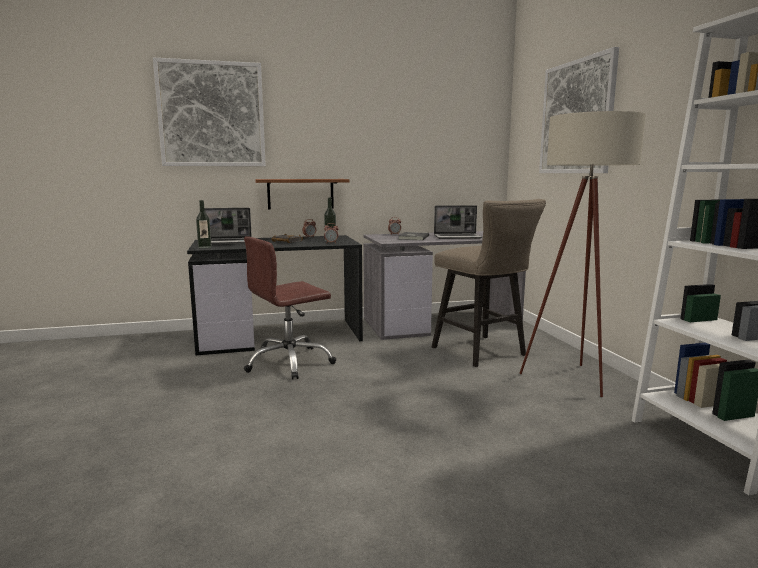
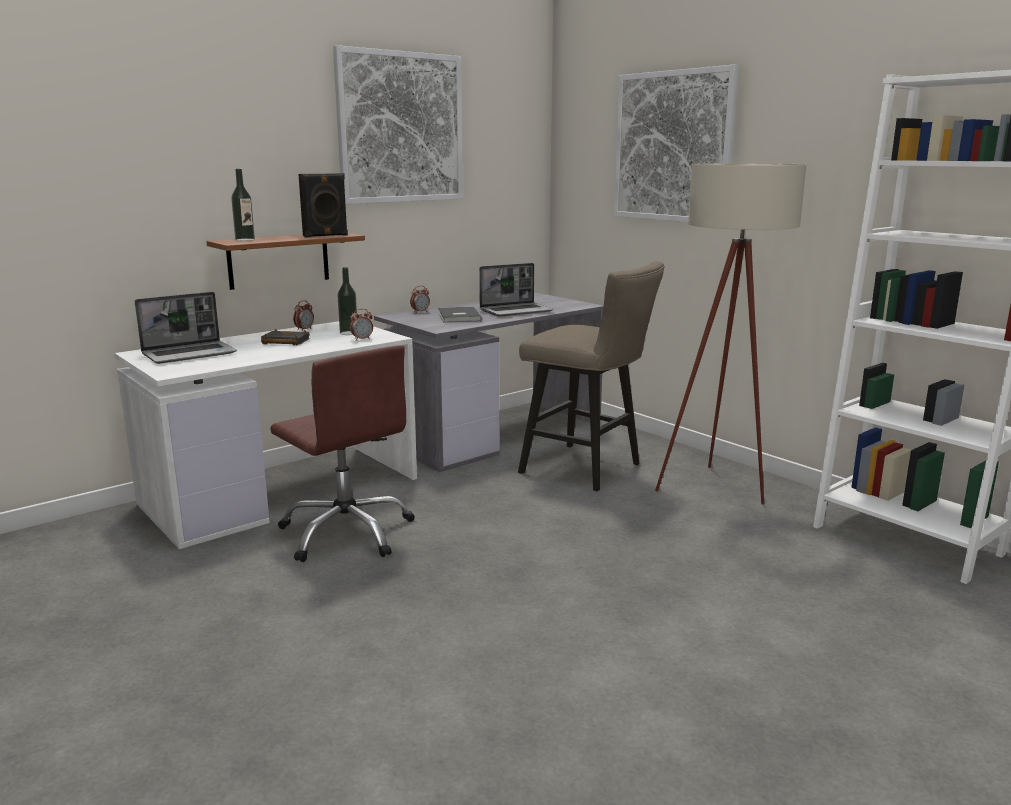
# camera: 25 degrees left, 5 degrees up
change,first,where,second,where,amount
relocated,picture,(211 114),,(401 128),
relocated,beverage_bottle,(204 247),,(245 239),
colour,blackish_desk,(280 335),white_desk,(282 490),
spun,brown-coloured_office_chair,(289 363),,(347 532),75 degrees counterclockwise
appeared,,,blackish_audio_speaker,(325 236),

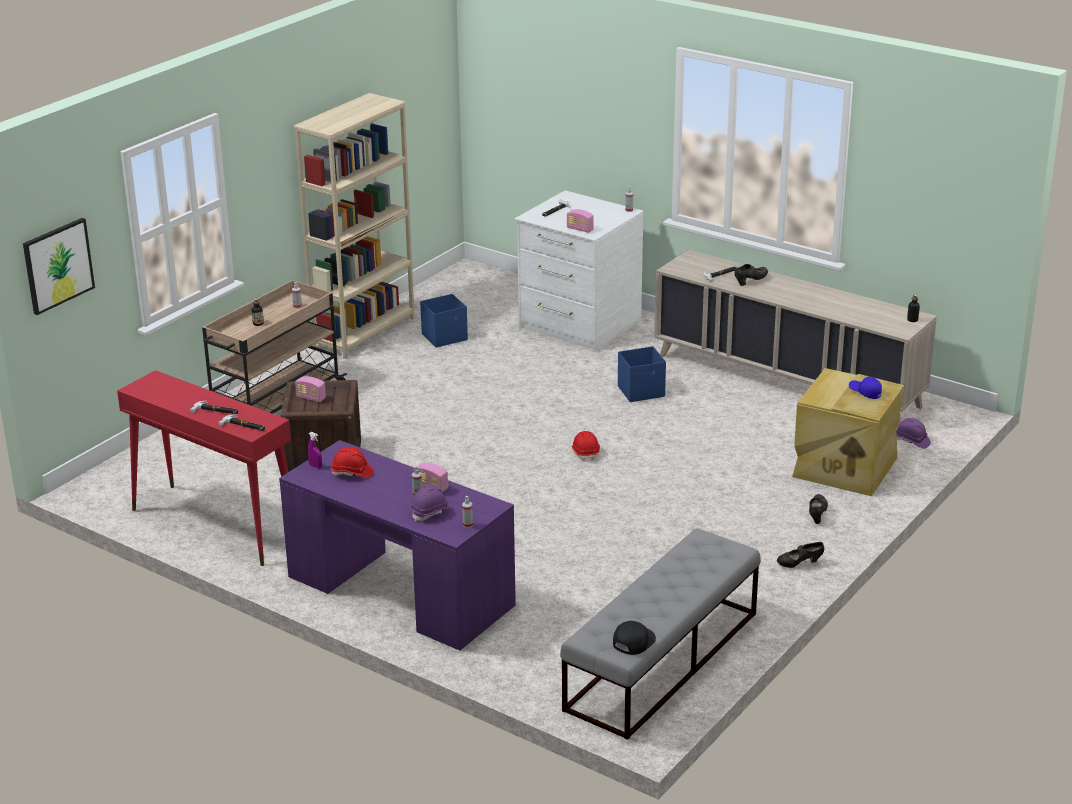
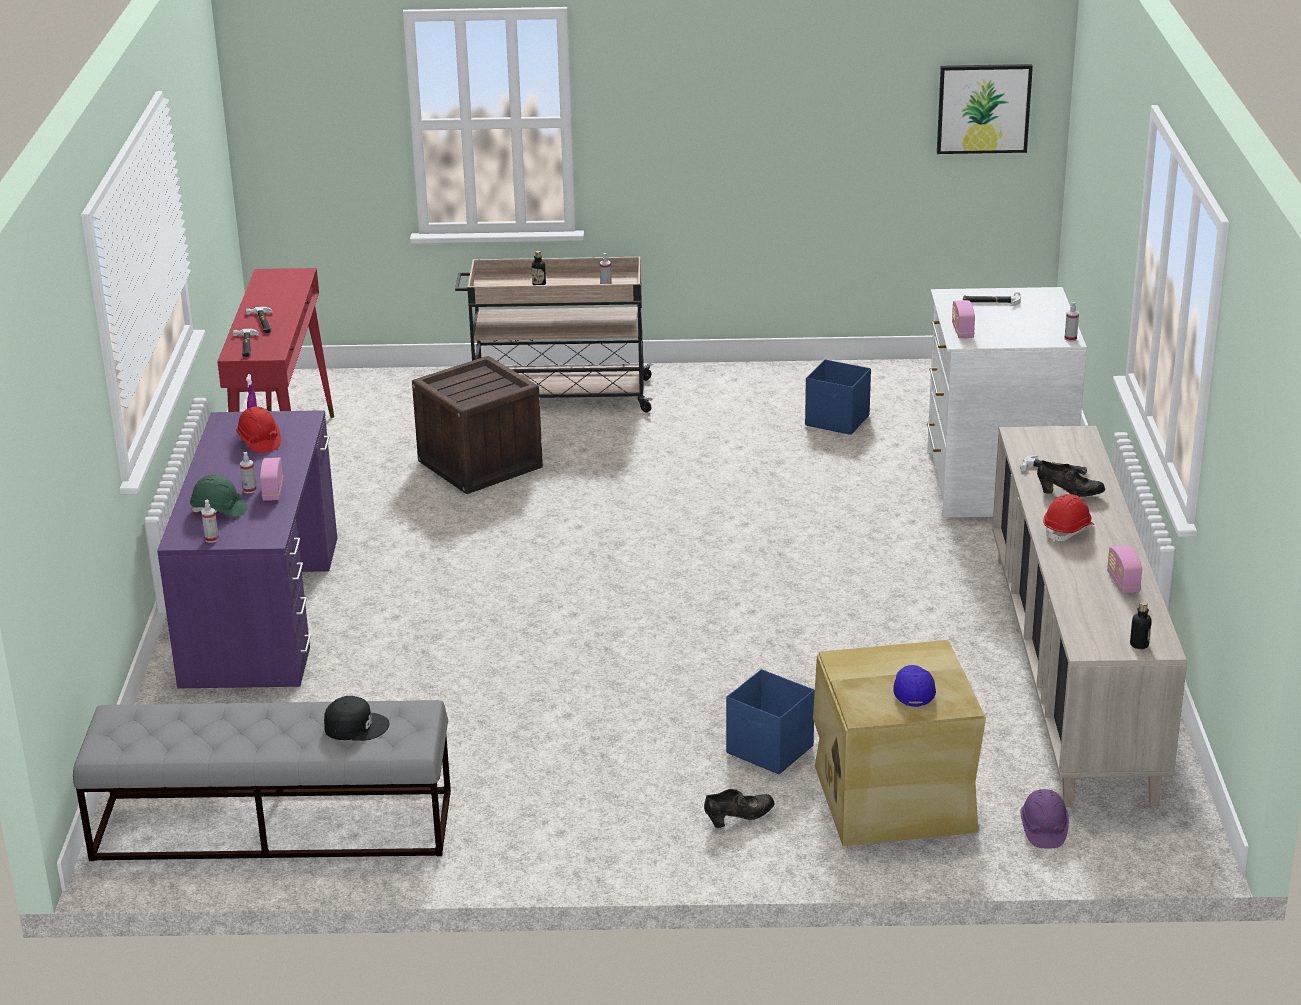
# camera: 55 degrees right, 0 degrees up
change,first,where,second,where,amount
missing,beige_bookshelf,(364 332),,,
relocated,picture,(58 265),,(983 108),
relocated,blue-coloured_storage_container,(642 391),,(770 750),
relocated,radio_set,(311 398),,(1123 583),
relocated,red_work_helmet,(585 453),,(1068 530),
colour,purple_work_helmet,(431 512),green_work_helmet,(219 510),
missing,blackish_shoe,(799 564),,,
relocated,blackish_peaked_cap,(633 641),,(356 726),

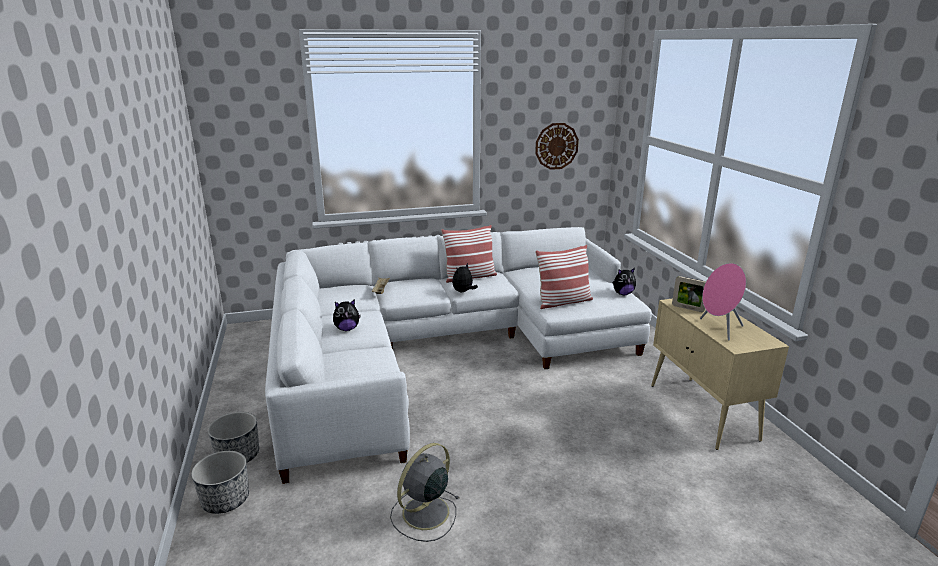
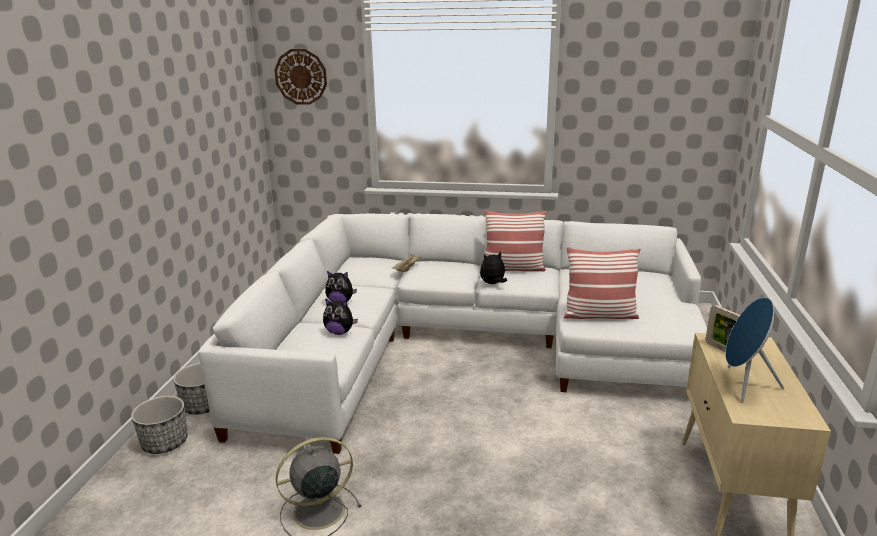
# camera: 25 degrees right, 0 degrees up
change,first,where,second,where,amount
relocated,wall_clock,(556 146),,(301 77),
colour,pinkish_audio_speaker,(719 329),blue-coloured_audio_speaker,(743 385),
relocated,soft_toy,(622 294),,(340 332),

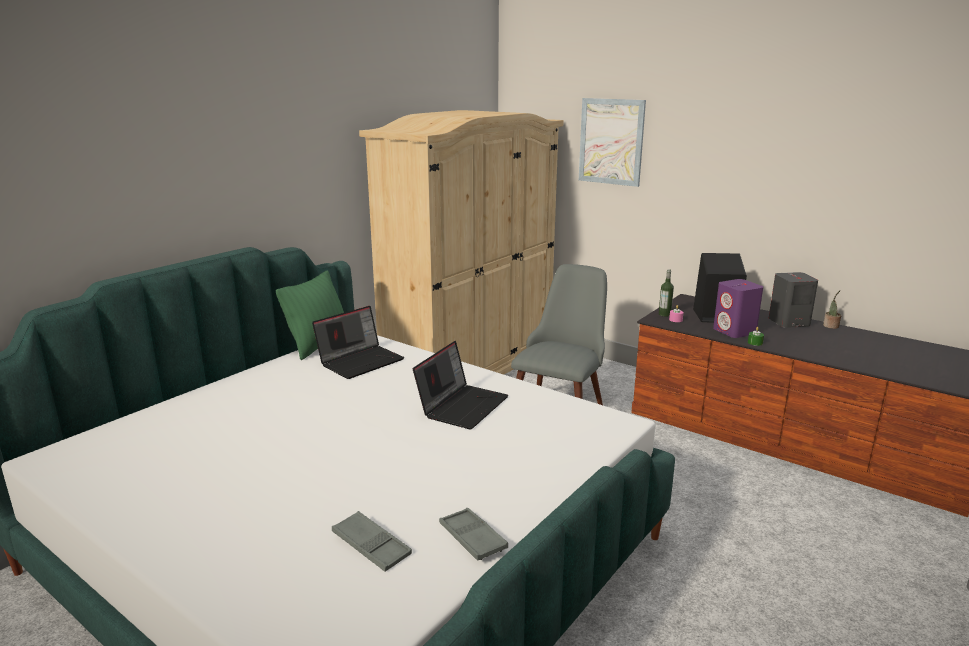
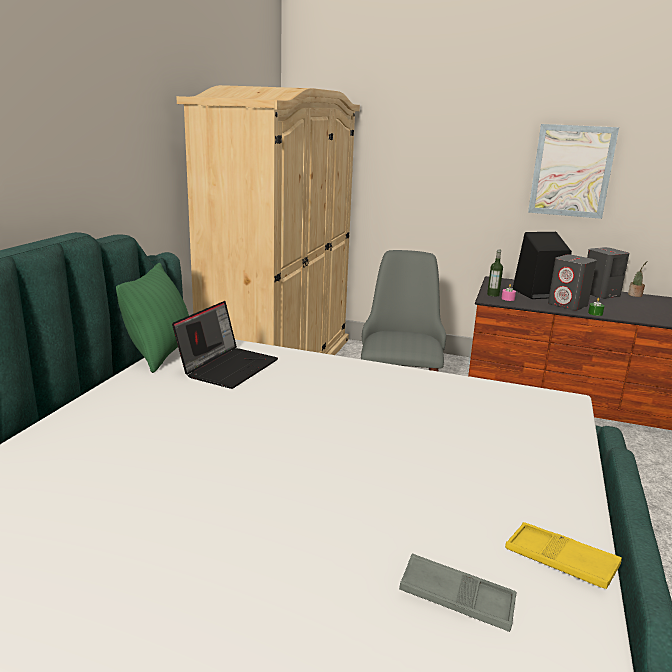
# camera: 20 degrees left, 0 degrees up
change,first,where,second,where,amount
relocated,picture,(611 141),,(571 171),
colour,purple_audio_speaker,(734 331),grey_audio_speaker,(568 305),
missing,laptop,(462 405),,,
colour,grey_serving_tray,(472 538),yellowish_serving_tray,(560 560),

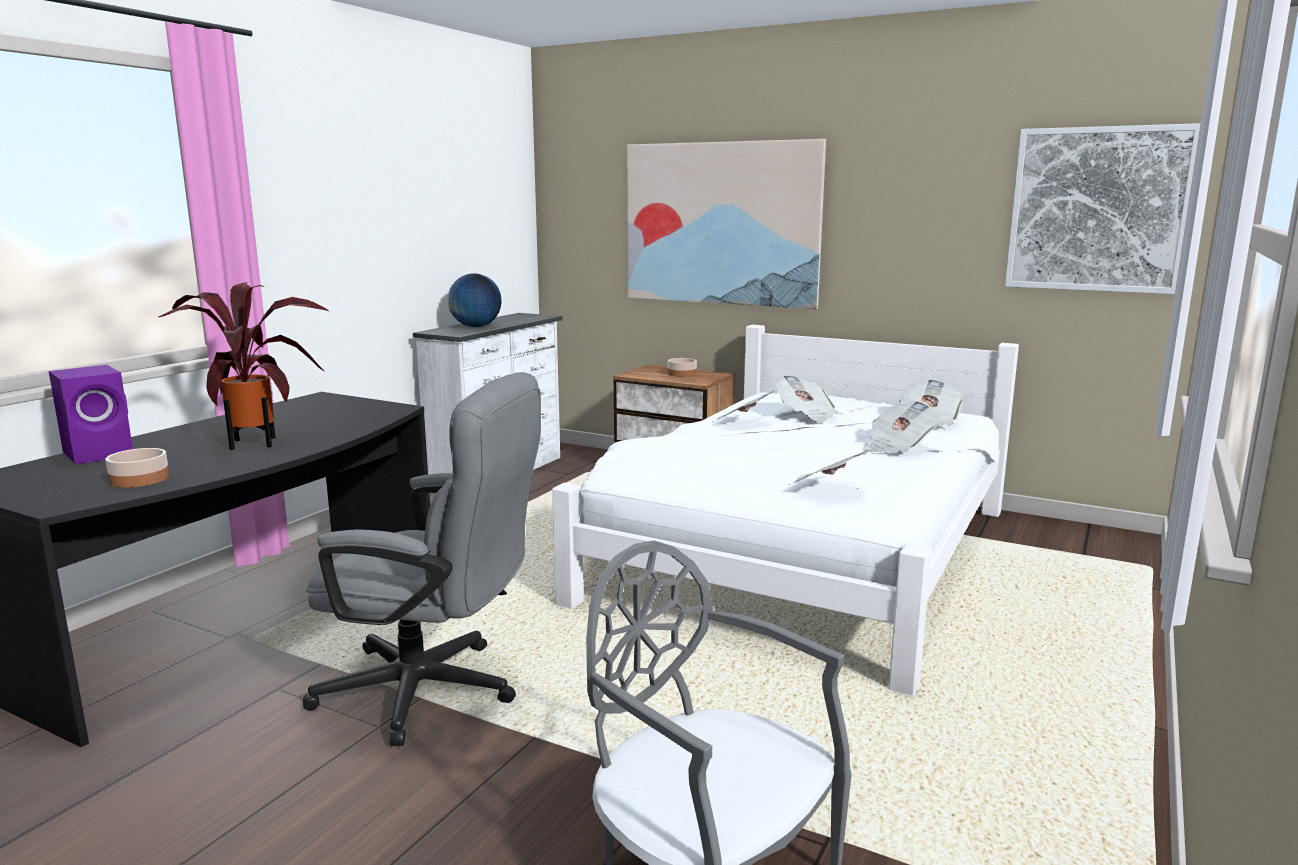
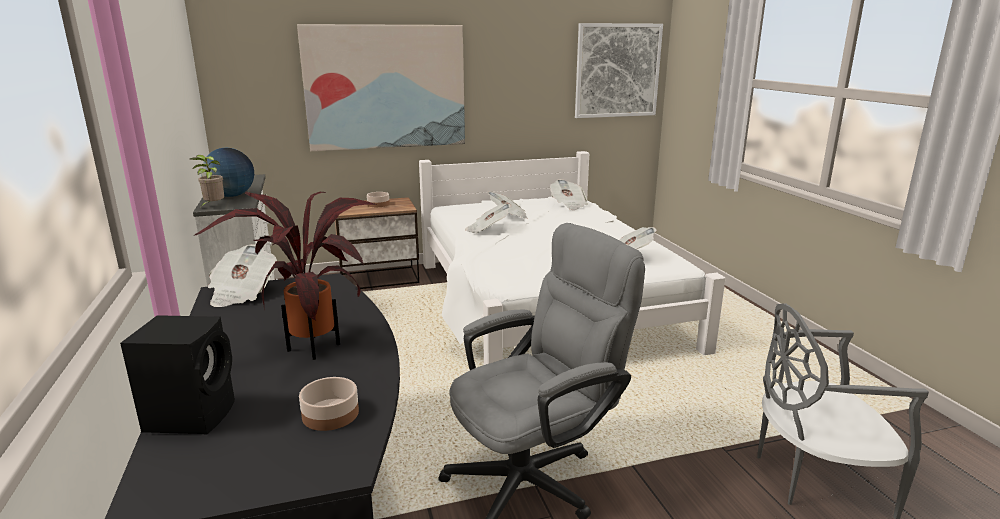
# camera: 45 degrees left, 5 degrees up
change,first,where,second,where,amount
colour,purple_audio_speaker,(101 453),blackish_audio_speaker,(193 414),
relocated,printed_paper,(898 446),,(242 293),
appeared,,,houseplant,(213 206),

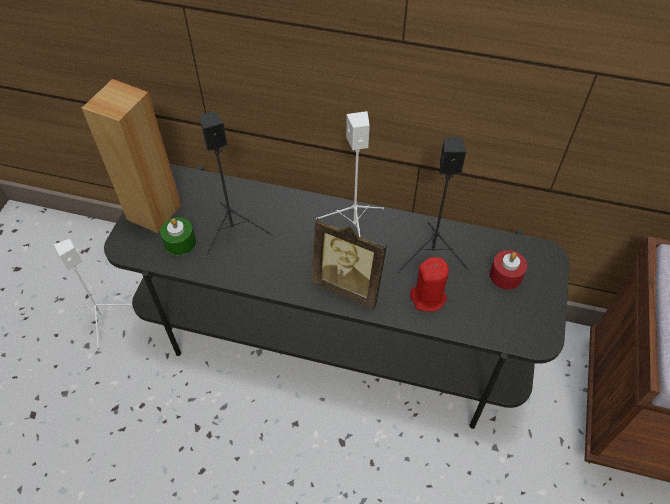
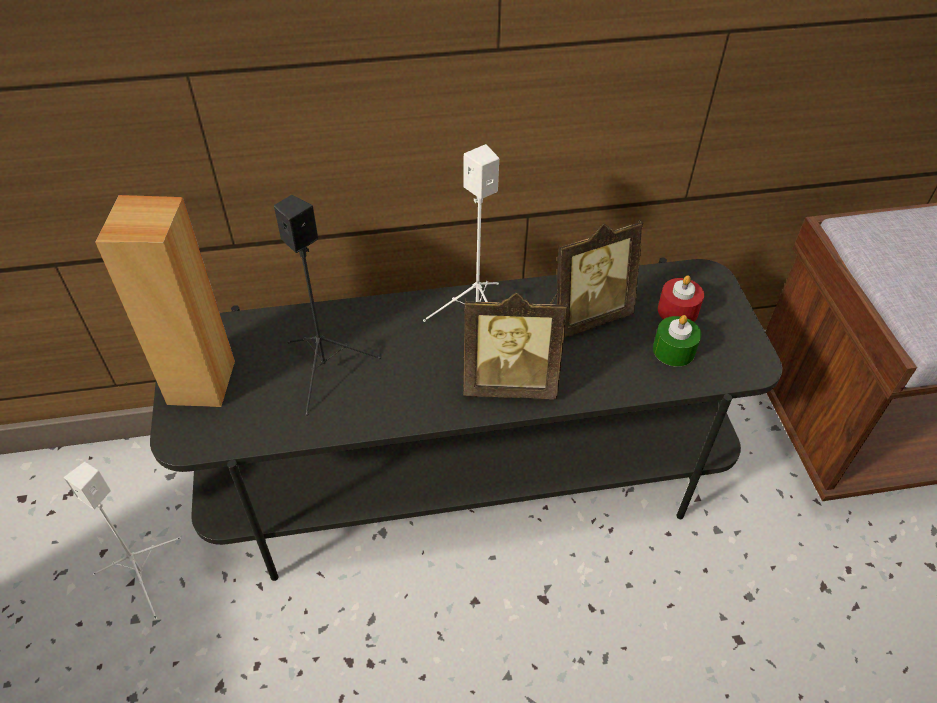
# camera: 25 degrees left, 5 degrees down
change,first,where,second,where,amount
exchanged,blackish_audio_speaker,(433 255),standing_frame,(585 316),
relocated,green_wax_light,(180 242),,(673 350),
missing,red_wax_light,(428 297),,,

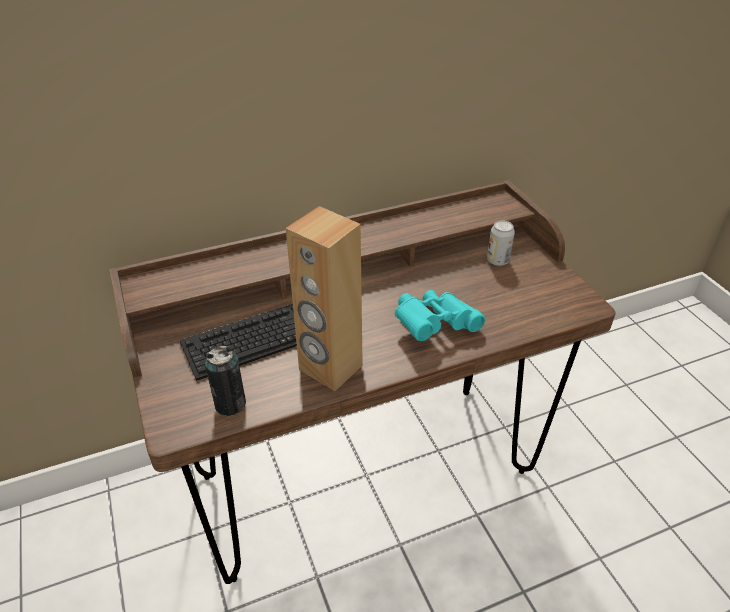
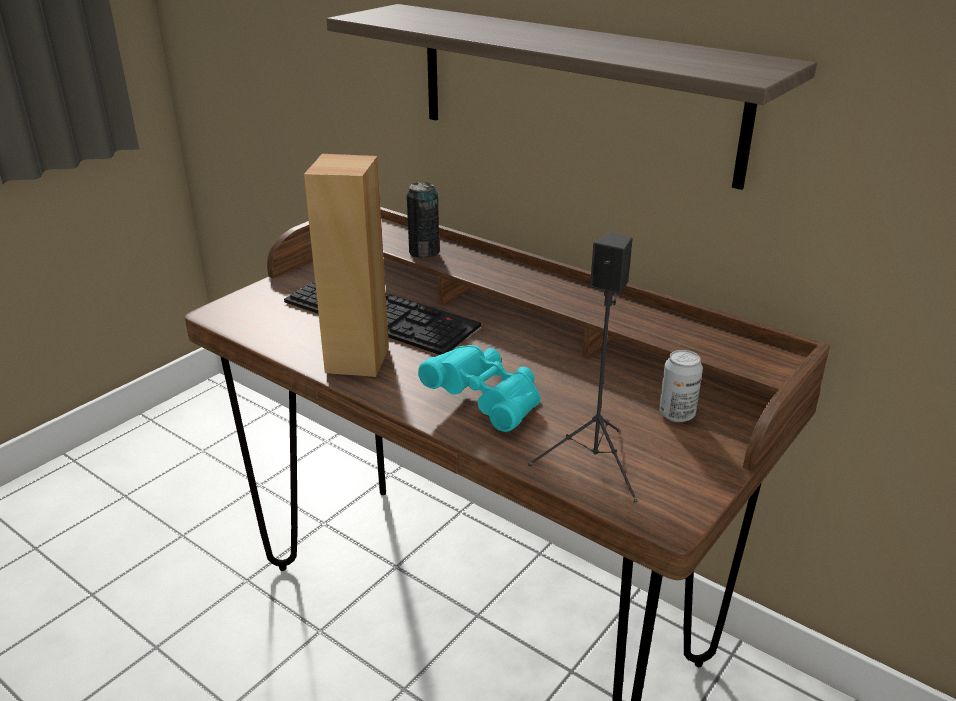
# camera: 60 degrees right, 10 degrees down
change,first,where,second,where,amount
relocated,sealed_can,(230 404),,(424 252),
appeared,,,shelf,(573 91),
appeared,,,blackish_audio_speaker,(595 465),

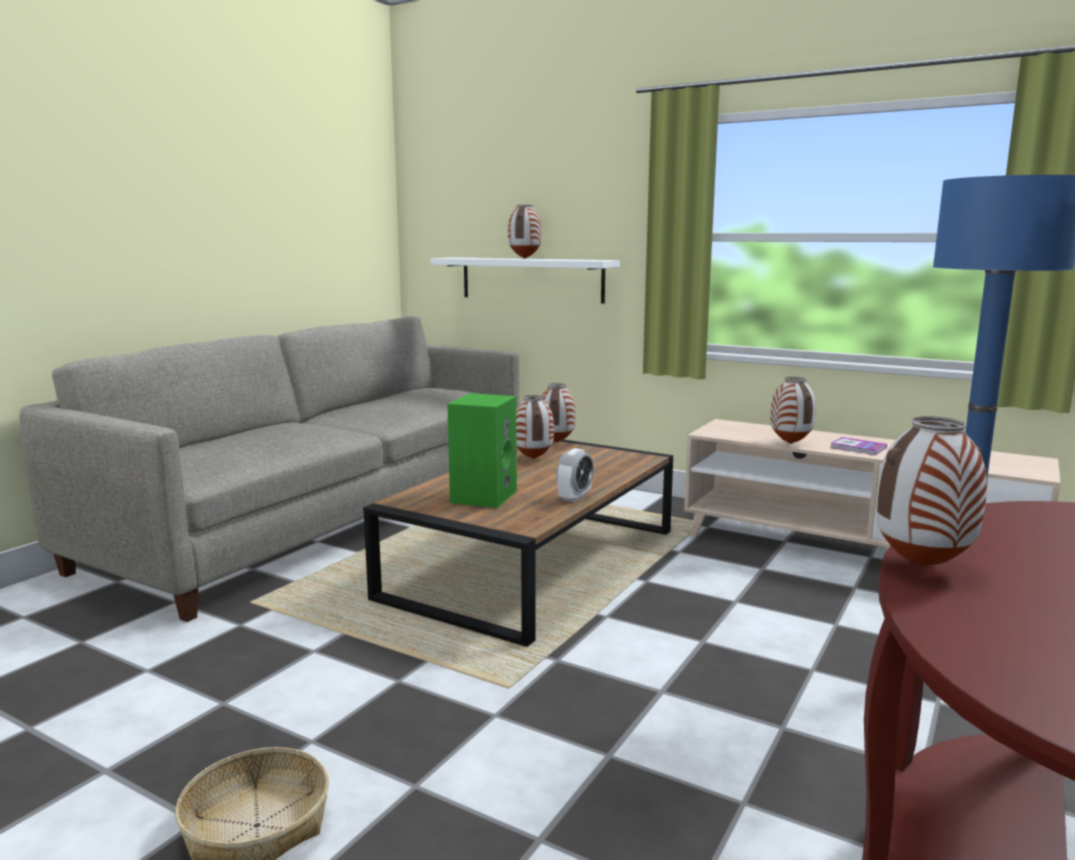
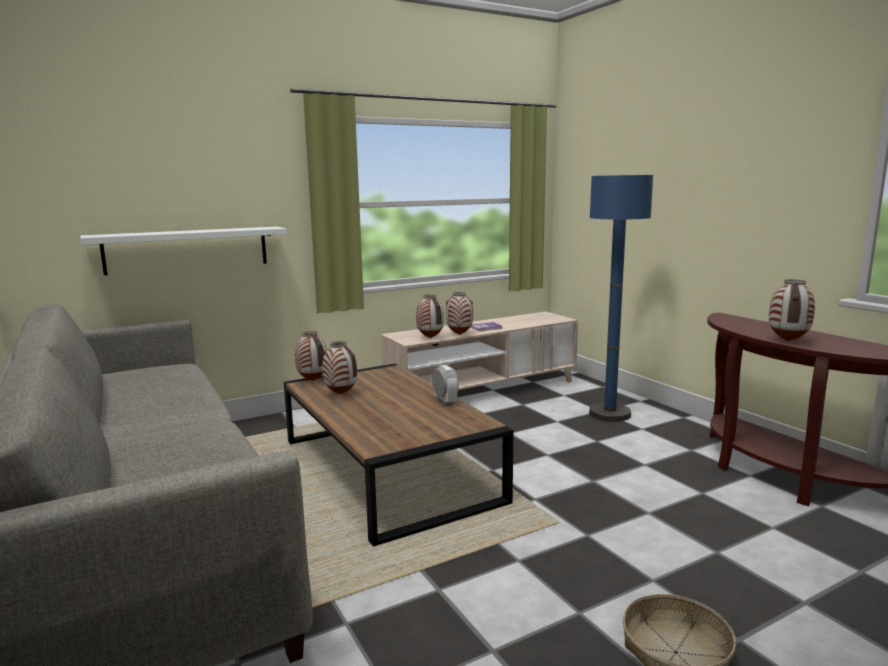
# camera: 60 degrees left, 0 degrees up
change,first,where,second,where,amount
relocated,vase,(524 258),,(429 338),
missing,green_audio_speaker,(483 496),,,

